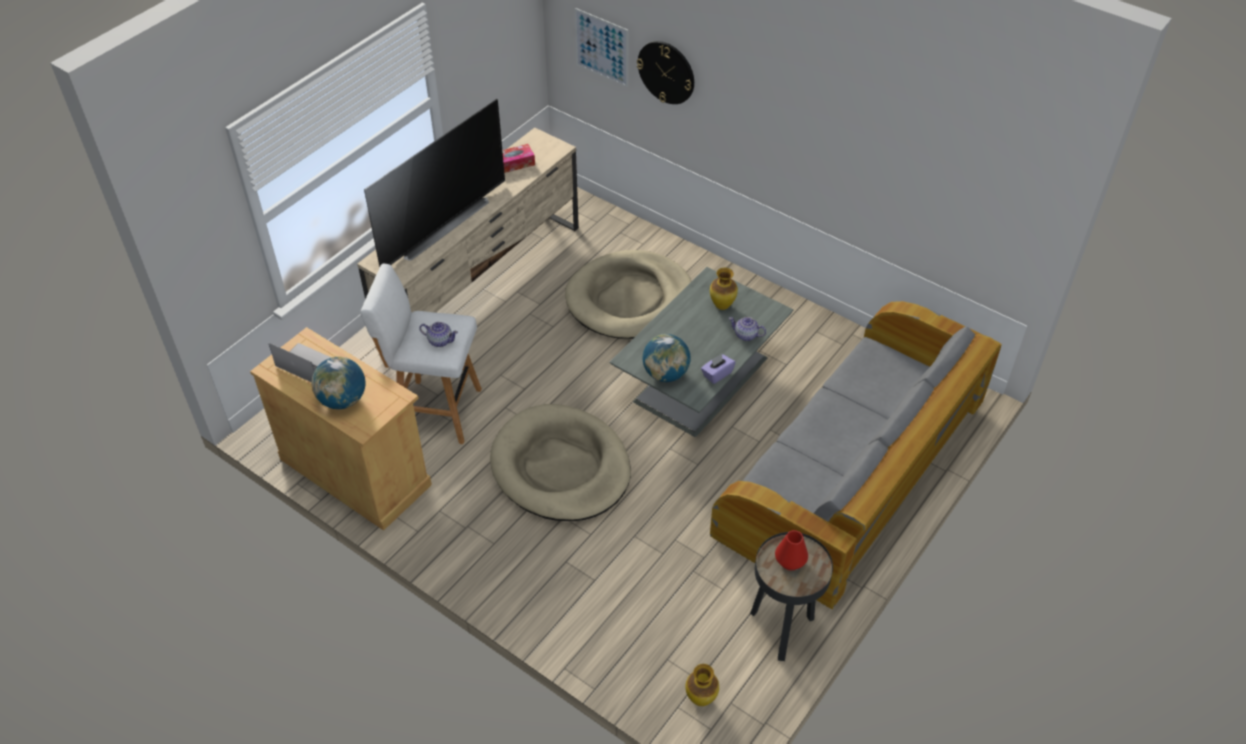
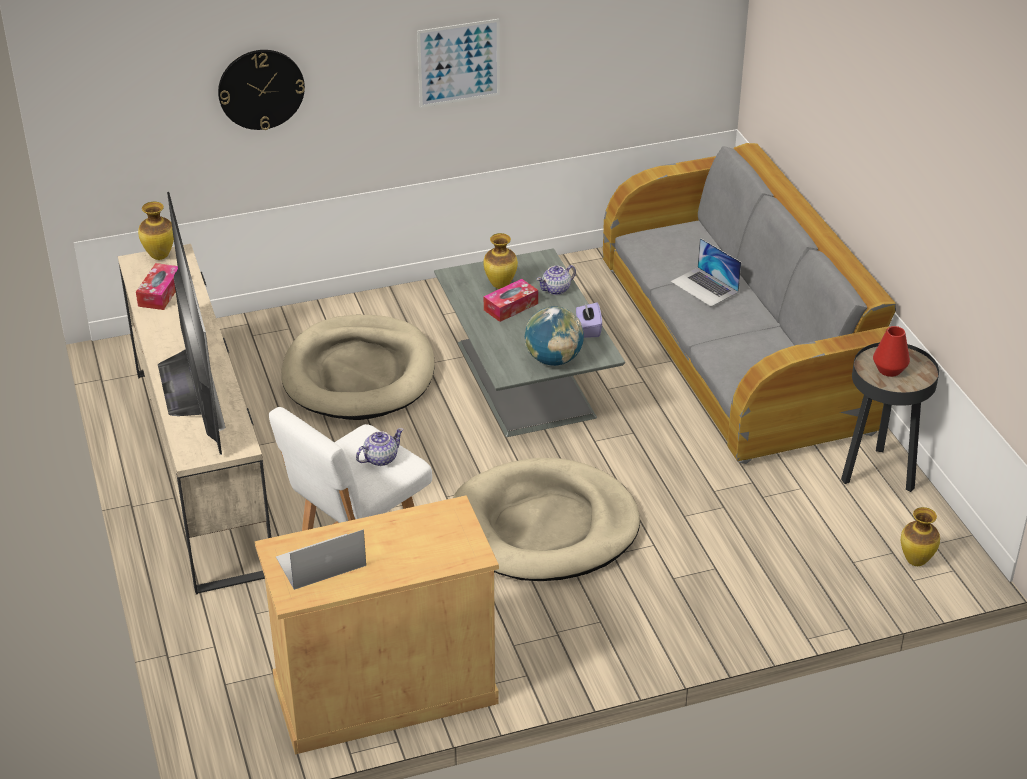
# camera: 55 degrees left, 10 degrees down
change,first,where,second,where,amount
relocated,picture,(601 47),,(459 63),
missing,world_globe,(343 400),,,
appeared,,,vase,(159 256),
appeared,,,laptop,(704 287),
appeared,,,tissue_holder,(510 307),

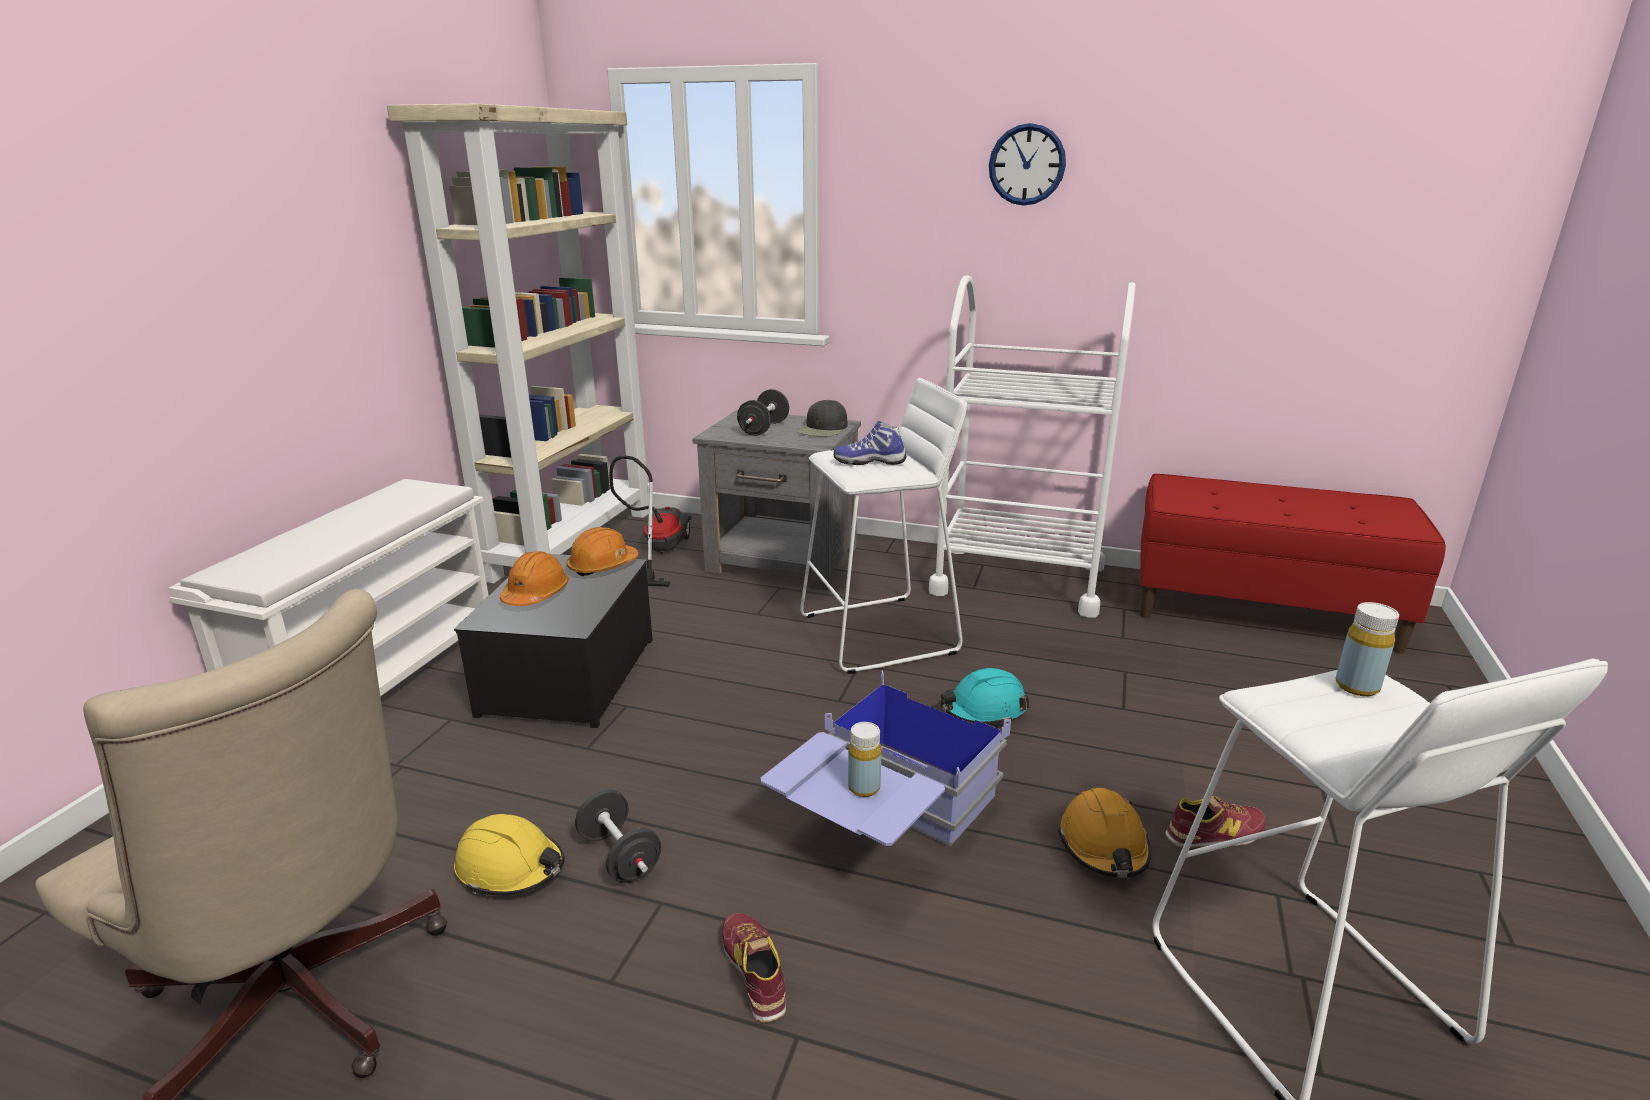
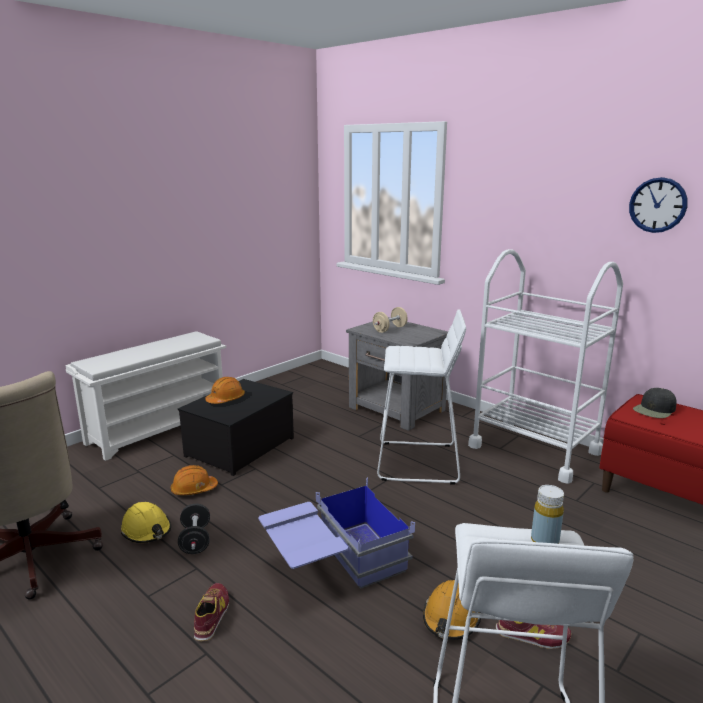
# camera: 25 degrees right, 5 degrees down
change,first,where,second,where,amount
missing,beige_bookshelf,(572 543),,,
relocated,wall_clock,(1027 165),,(657 205),
colour,blackish_free_weight,(764 429),beige_free_weight,(389 329),
relocated,blackish_peaked_cap,(823 429),,(654 410),
missing,shoe,(869 461),,,
missing,vacuum,(657 552),,,
relocated,orange-coloured_work_helmet,(602 566),,(194 489),
missing,turquoise-coloured_work_helmet,(983 710),,,
missing,yellowish_beverage_bottle,(864 787),,,

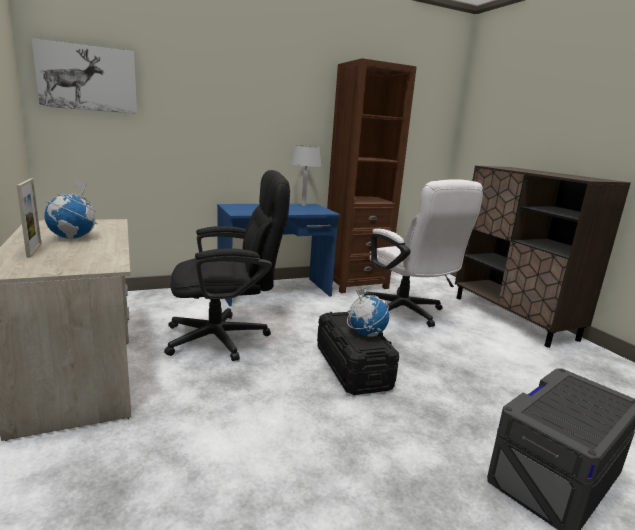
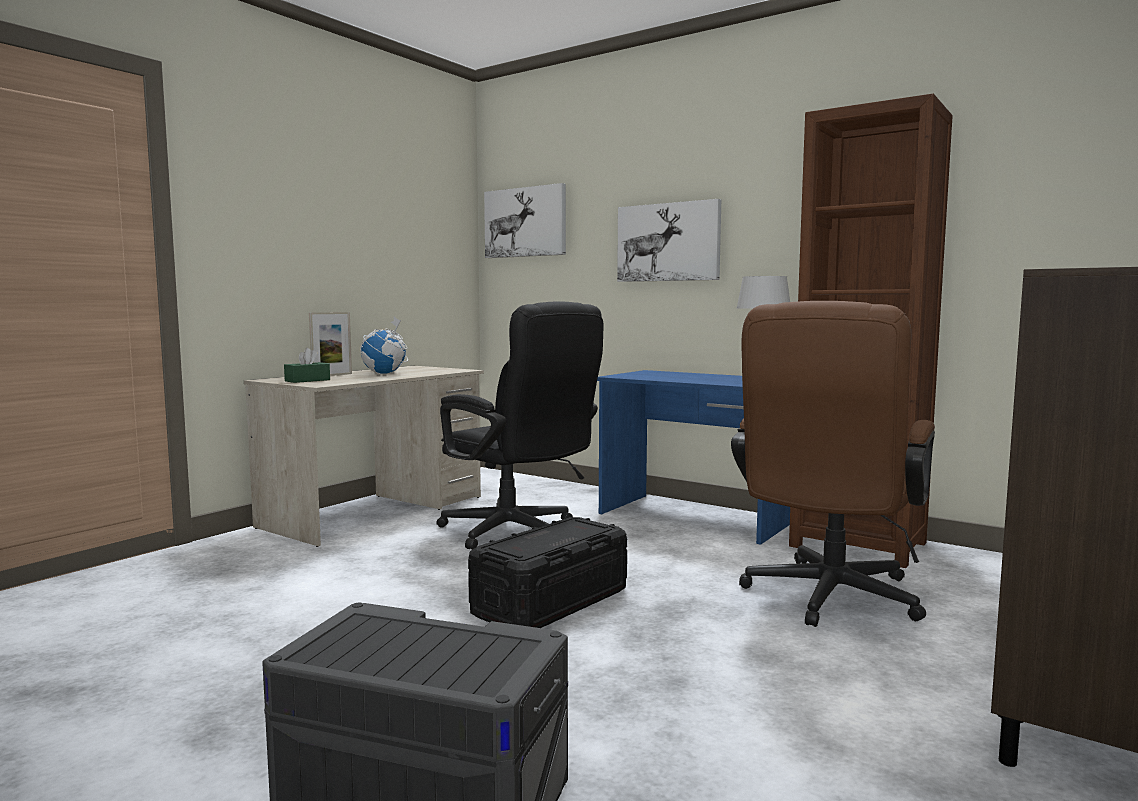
# camera: 60 degrees right, 10 degrees down
change,first,where,second,where,amount
colour,white_office_chair,(407 313),brown-coloured_office_chair,(827 600),
missing,world_globe,(366 334),,,
appeared,,,picture,(668 242),
appeared,,,green_tissue_holder,(307 380),

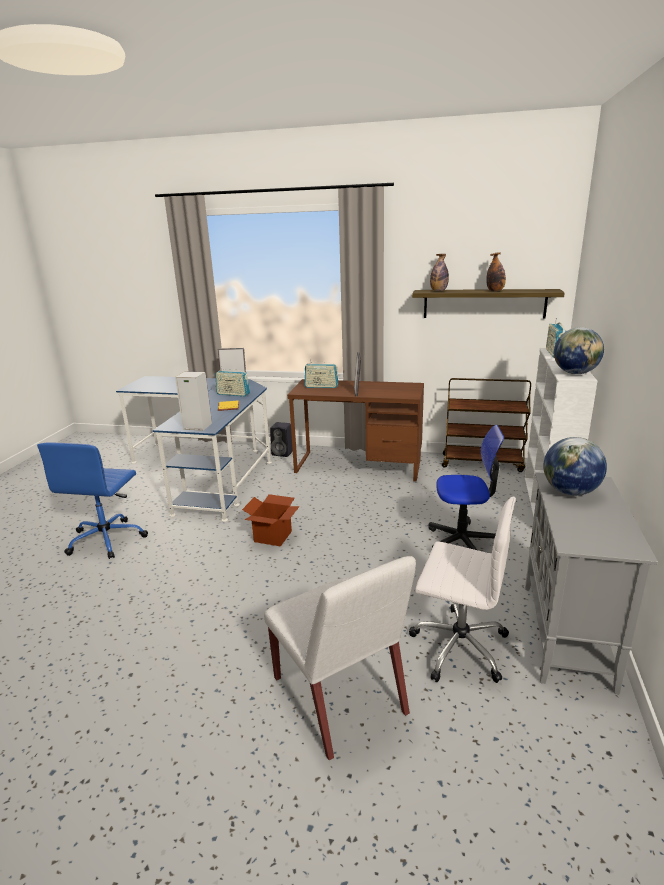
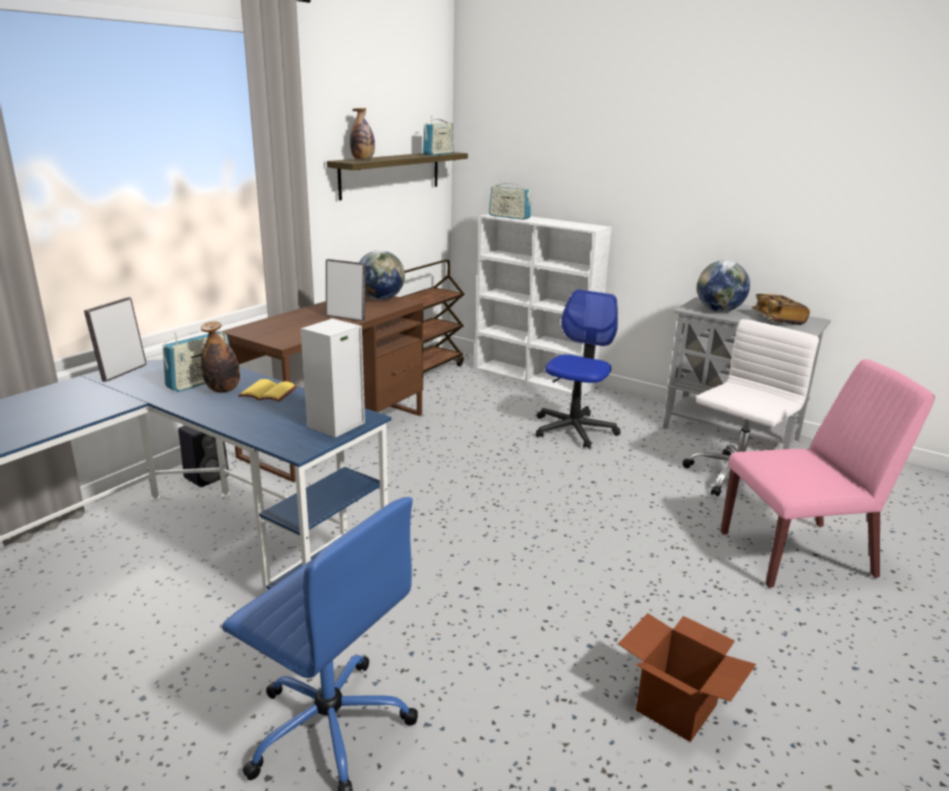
# camera: 70 degrees left, 0 degrees up
change,first,where,second,where,amount
relocated,beverage_bottle,(495 291),,(223 390),
relocated,world_globe,(575 373),,(381 299),
relocated,radio_set,(321 386),,(438 154),
relocated,cardboard_box,(272 536),,(676 708),
colour,white_plain_chair,(340 697),pinkish_plain_chair,(798 554),
appeared,,,bound_book,(778 319),

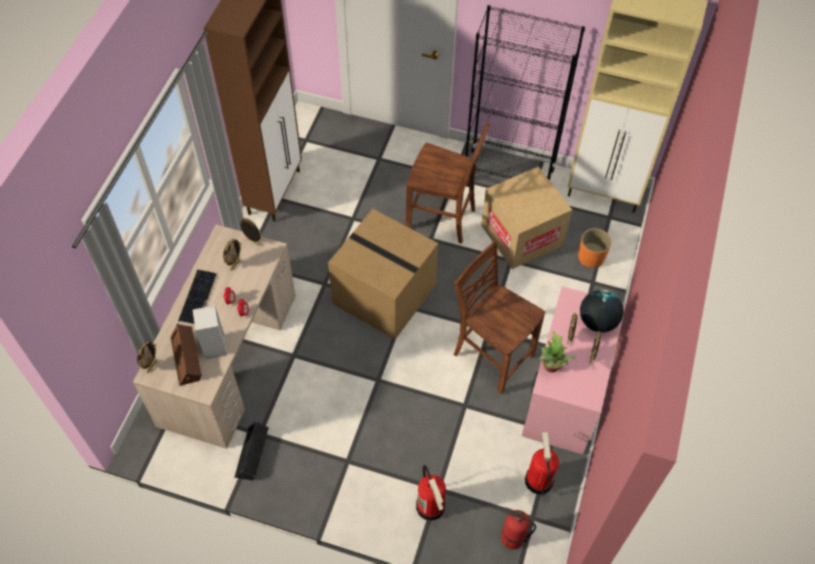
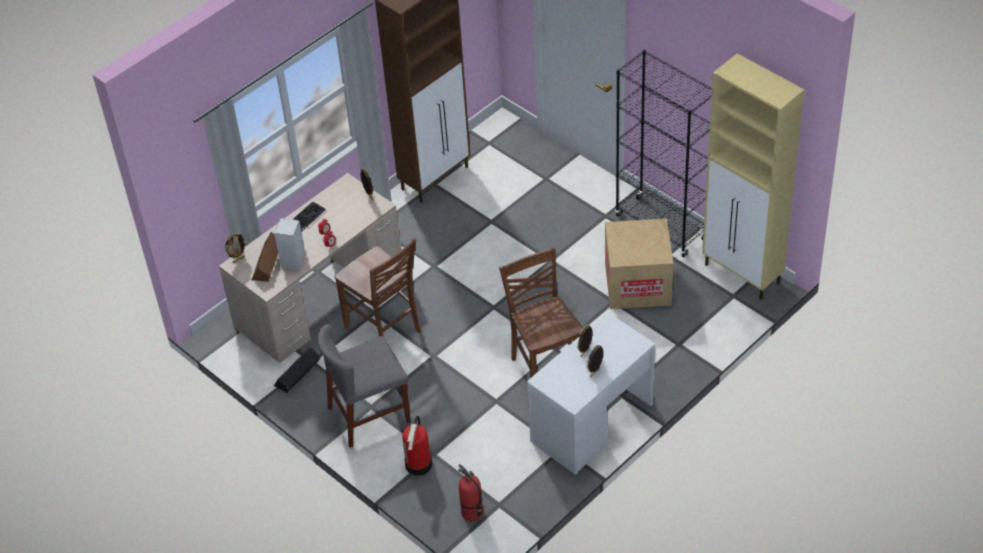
# camera: 30 degrees right, 10 degrees down
change,first,where,second,where,amount
relocated,brown-coloured_plain_chair,(442 219),,(384 330),
missing,cardboard_box,(382 294),,,
missing,orange-coloured_plant_pot,(590 257),,,
missing,standing_frame,(235 264),,,
colour,pinkish_desk,(565 393),white_desk,(592 423),
missing,world_globe,(597 321),,,
missing,houseplant,(551 368),,,
missing,extinguisher,(538 480),,,
appeared,,,grey_plain_chair,(369 415),

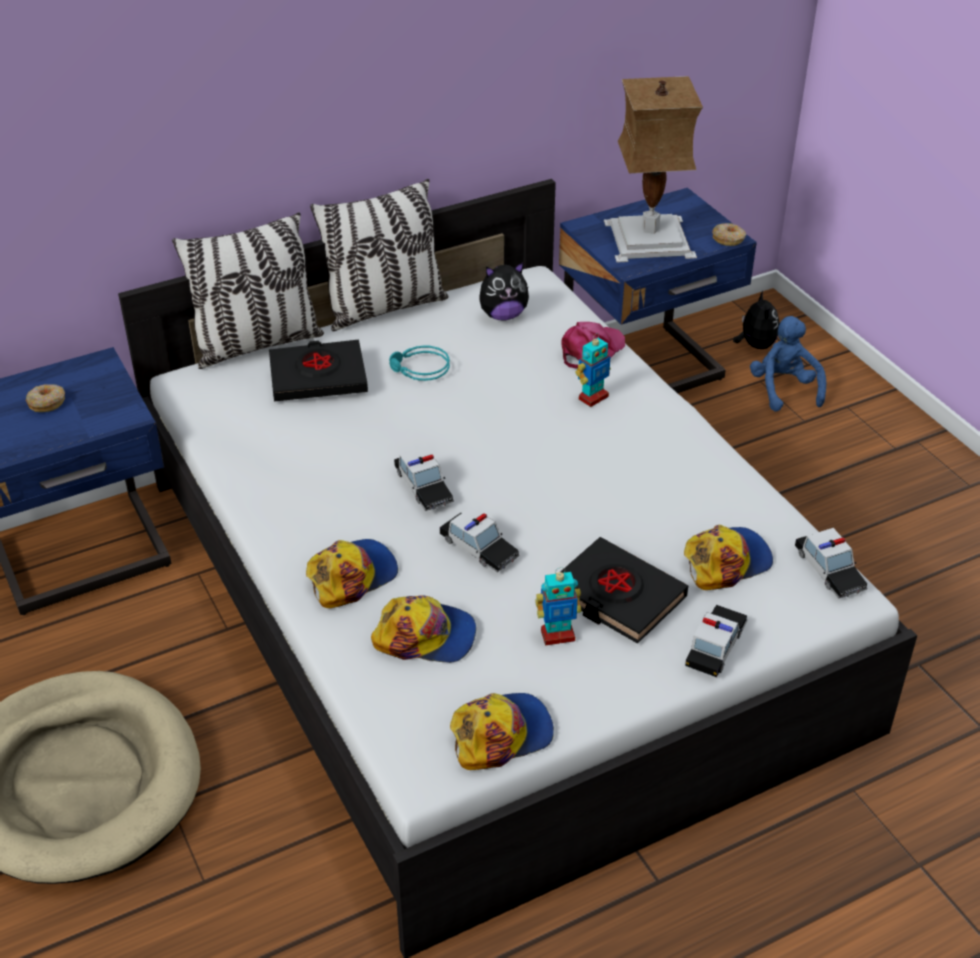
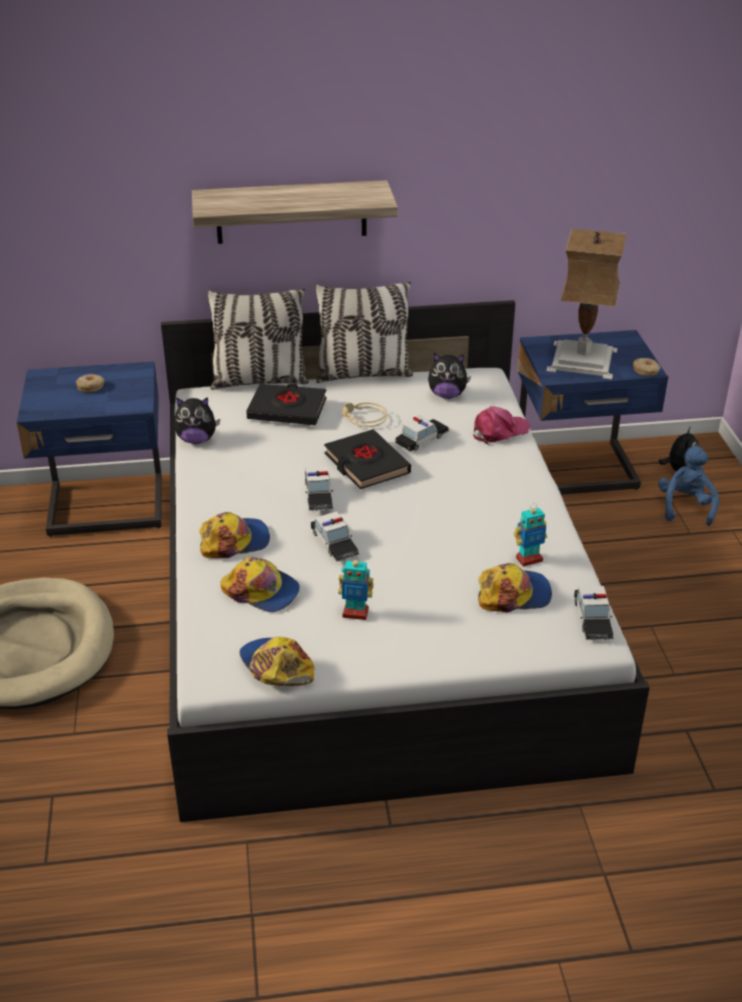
# camera: 20 degrees right, 5 degrees down
change,first,where,second,where,amount
relocated,toy_robot,(592 397),,(529 559),
colour,turquoise-coloured_headset,(419 369),beige_headset,(363 419),
relocated,blackish_bound_book,(617 596),,(366 464),
relocated,model_car,(715 645),,(422 439),
spun,peaked_cap,(501 734),,(276 666),120 degrees counterclockwise
appeared,,,shelf,(291 212),
appeared,,,soft_toy,(197 440),

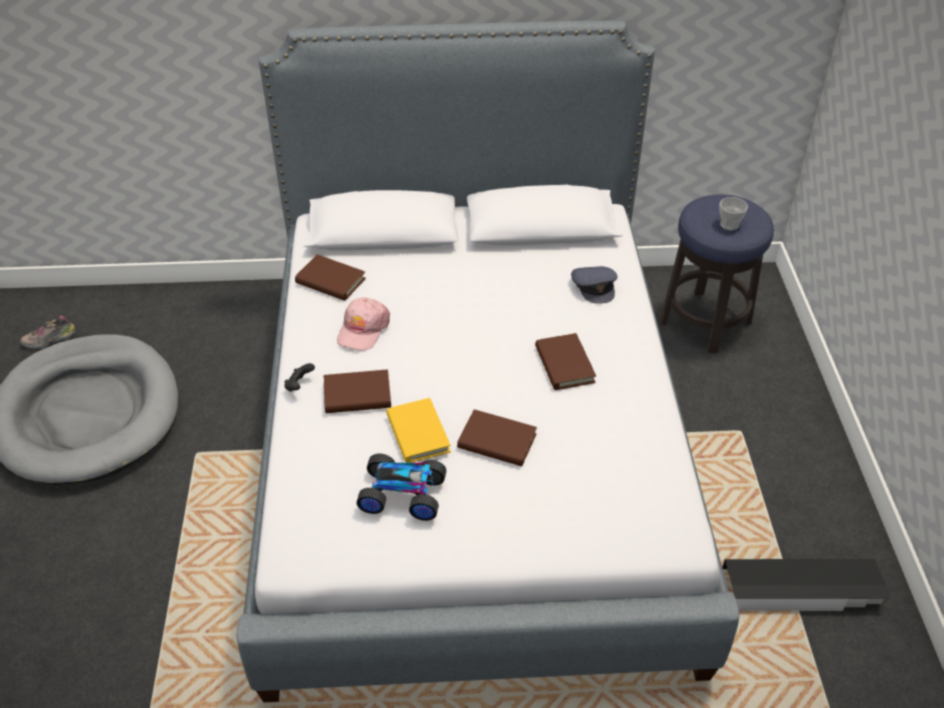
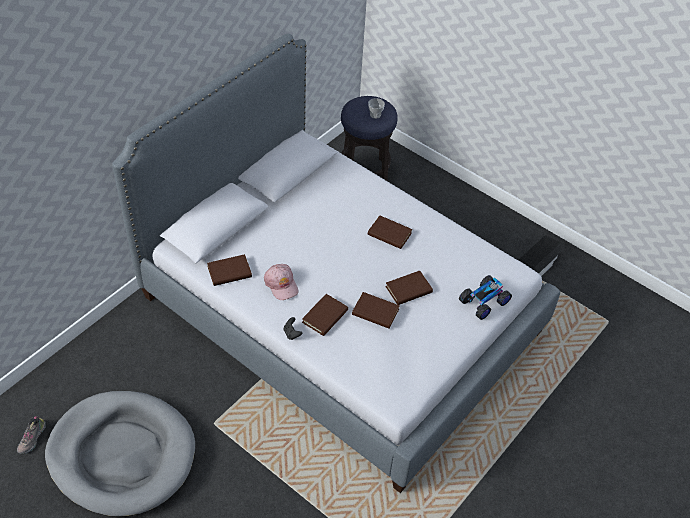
# camera: 50 degrees left, 5 degrees up
change,first,where,second,where,amount
missing,grey_peaked_cap,(594 287),,,
colour,yellowish_bound_book,(418 433),brown-coloured_bound_book,(375 312),
relocated,model_car,(403 494),,(483 301),

